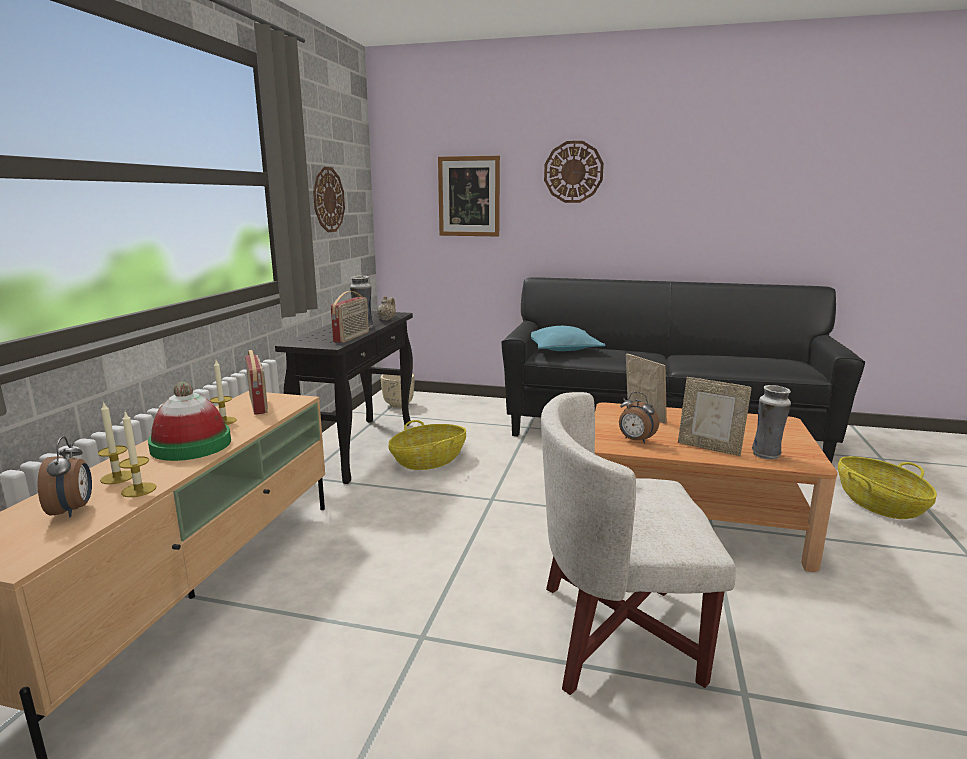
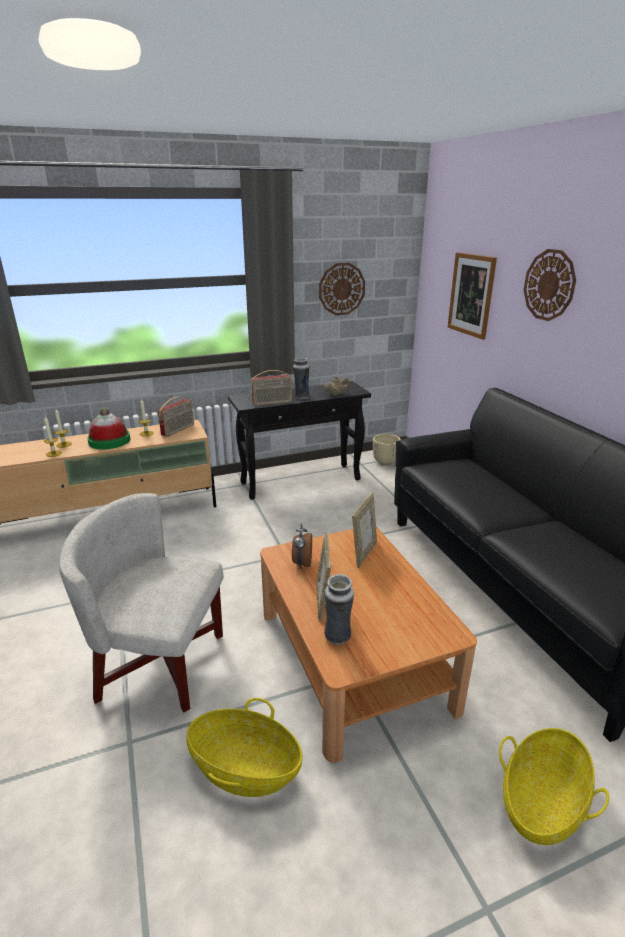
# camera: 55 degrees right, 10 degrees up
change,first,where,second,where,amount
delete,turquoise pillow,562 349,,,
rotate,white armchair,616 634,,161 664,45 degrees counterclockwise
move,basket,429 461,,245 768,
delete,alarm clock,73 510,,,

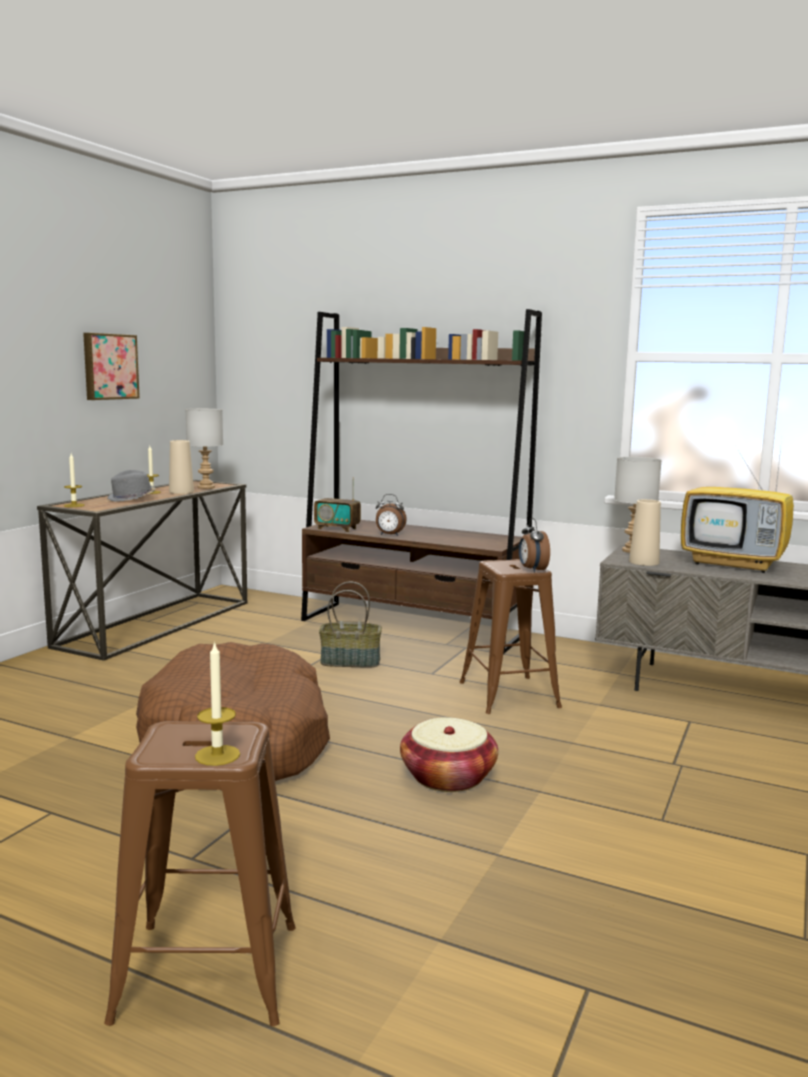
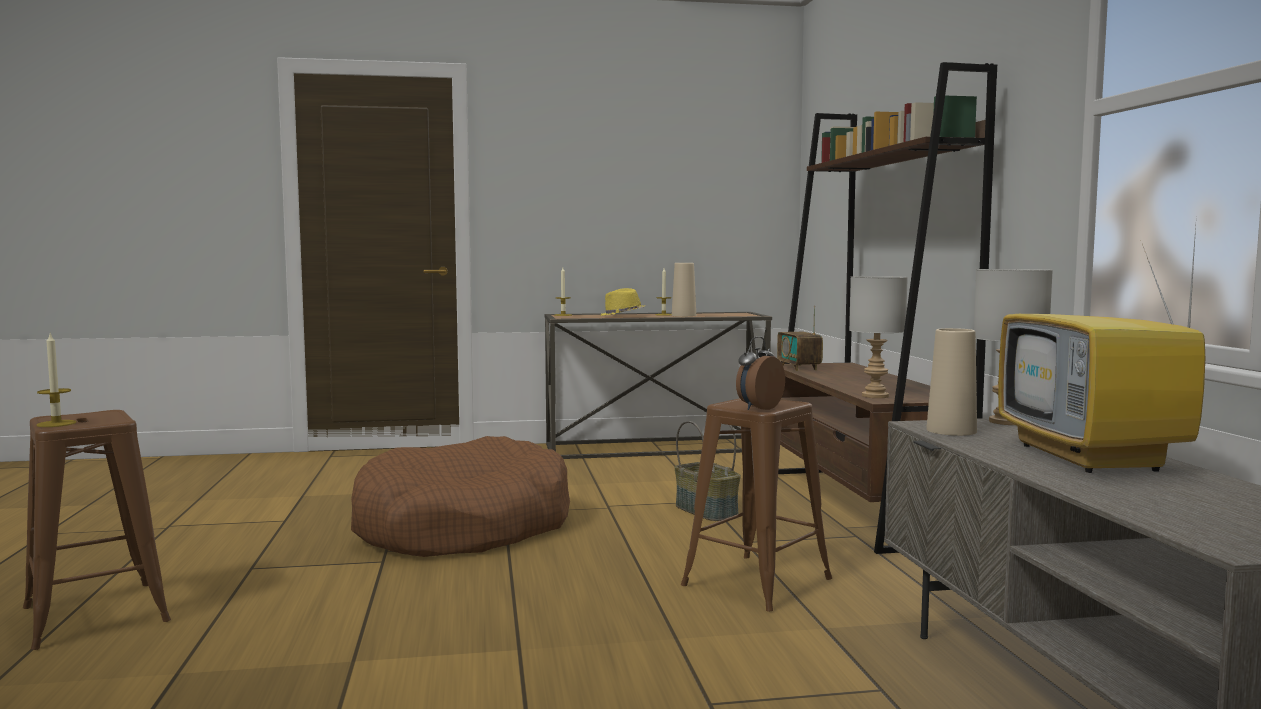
# camera: 55 degrees right, 5 degrees down
change,first,where,second,where,amount
delete,picture,109 366,,,
move,grey table lamp,206 487,,874 396,
recolor,grey hat,132 498,yellow hat,622 315,
delete,alarm clock,389 535,,,
delete,basket,448 777,,,

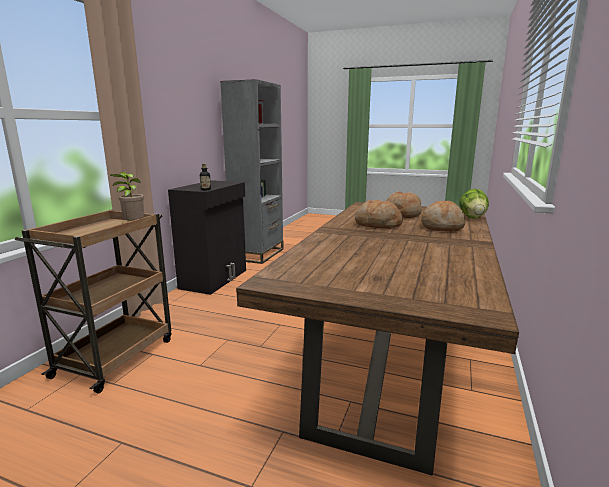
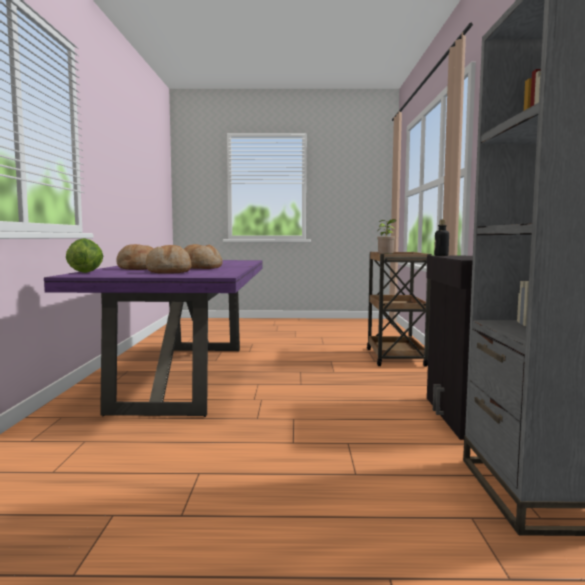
# camera: 160 degrees right, 10 degrees down
change,first,where,second,where,amount
recolor,brown dining table,391 360,purple dining table,185 376,

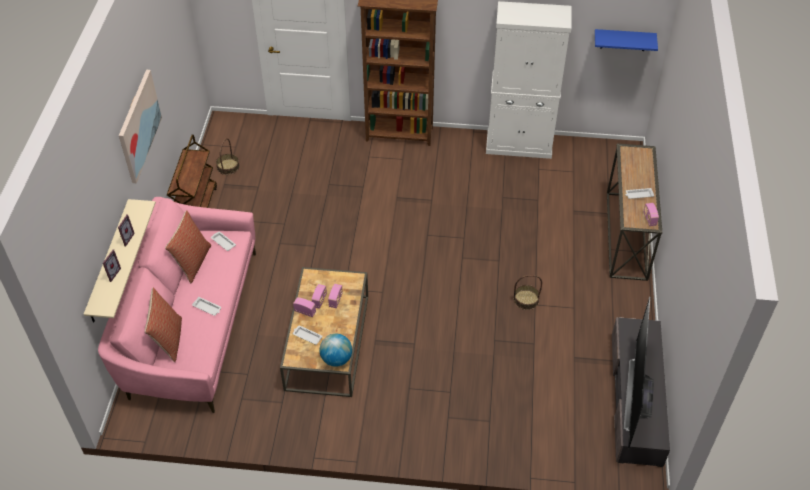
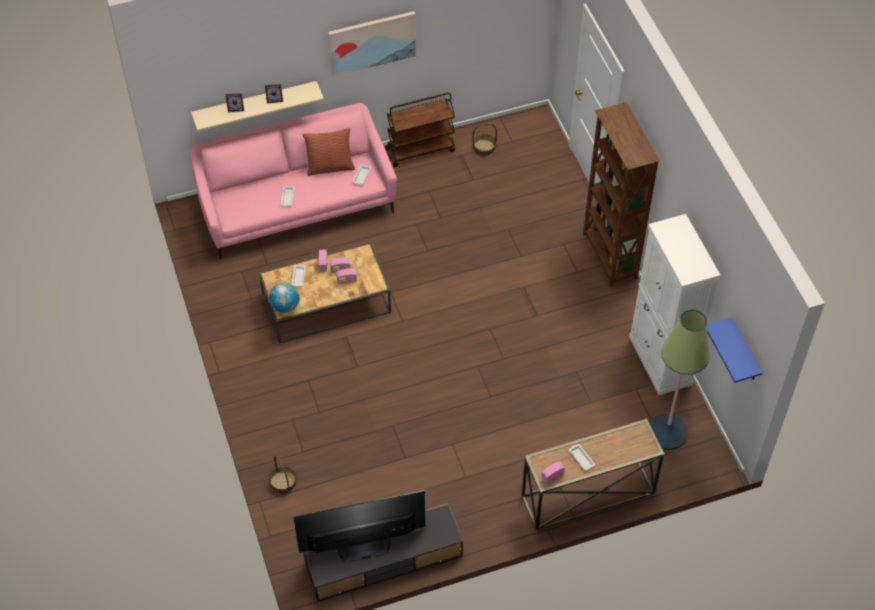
# camera: 65 degrees right, 5 degrees up
change,first,where,second,where,amount
move,basket,526 300,,283 482,
delete,pillow,168 340,,,
insert,,,floor lamp,667 432,

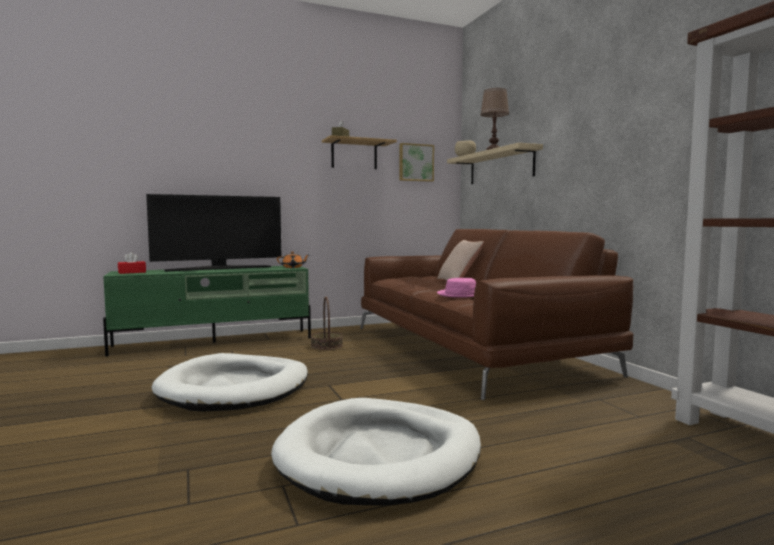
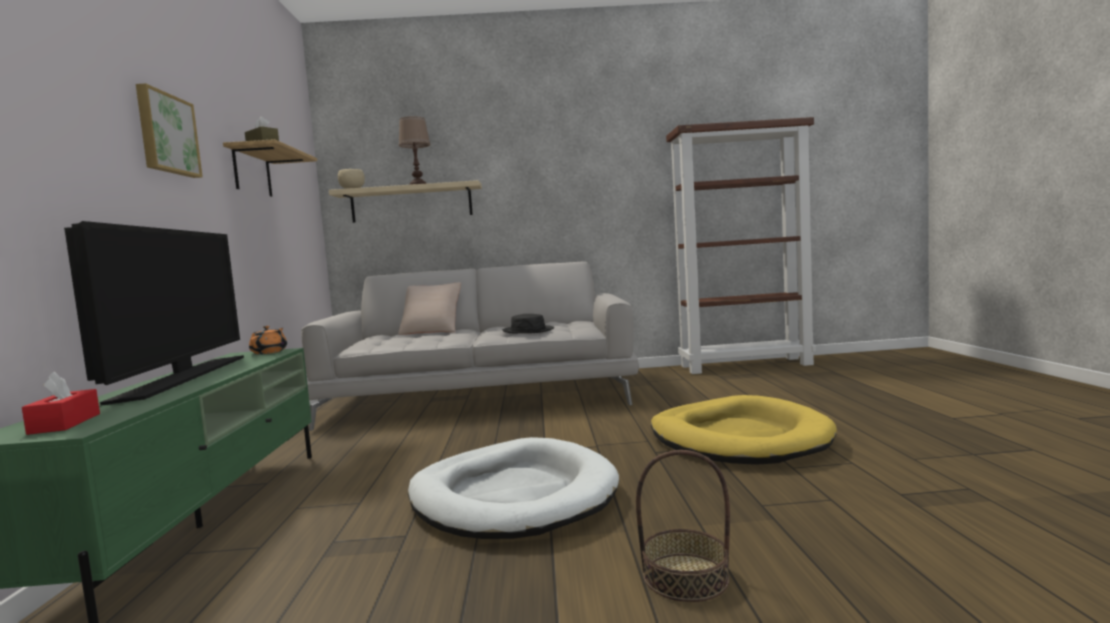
# camera: 70 degrees left, 0 degrees up
change,first,where,second,where,amount
move,picture,416 162,,166 134,
recolor,brown sofa,471 349,grey sofa,483 396,
recolor,pink hat,461 294,black hat,528 330,
move,basket,326 346,,685 577,
recolor,white dog bed,380 456,yellow dog bed,738 438,

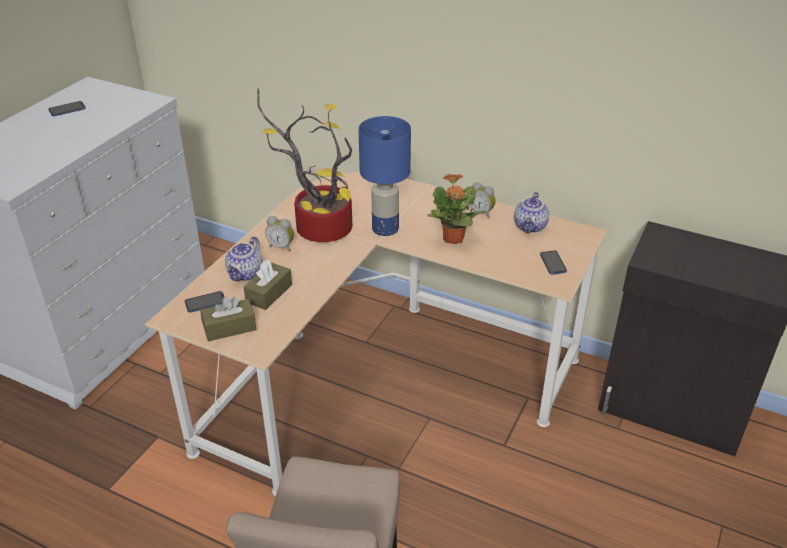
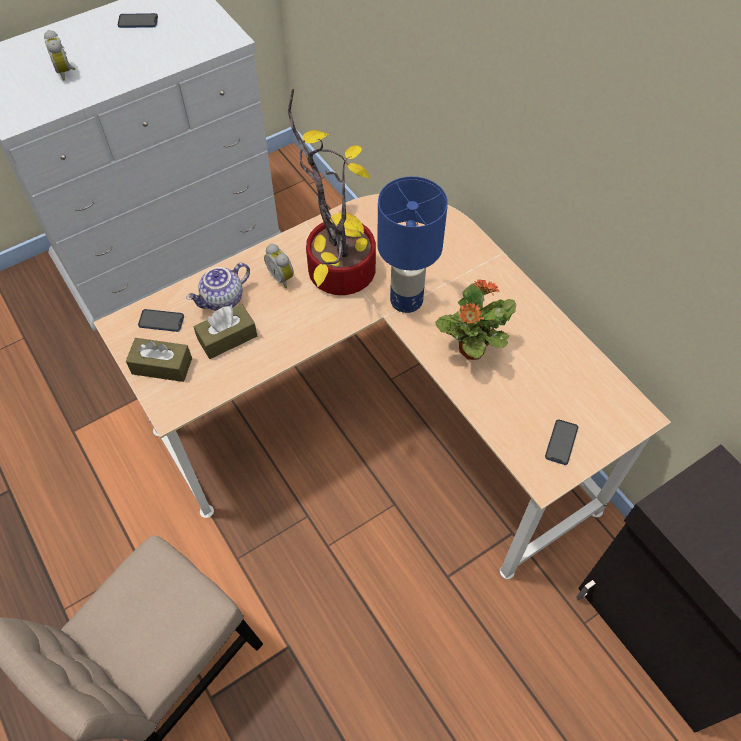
# camera: 30 degrees right, 20 degrees up
change,first,where,second,where,amount
move,alarm clock,481 212,,66 72,
delete,teapot,531 227,,,

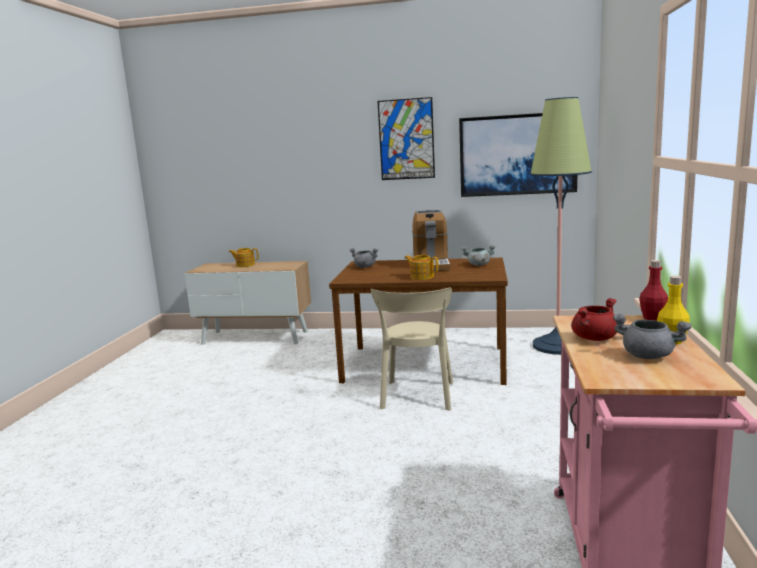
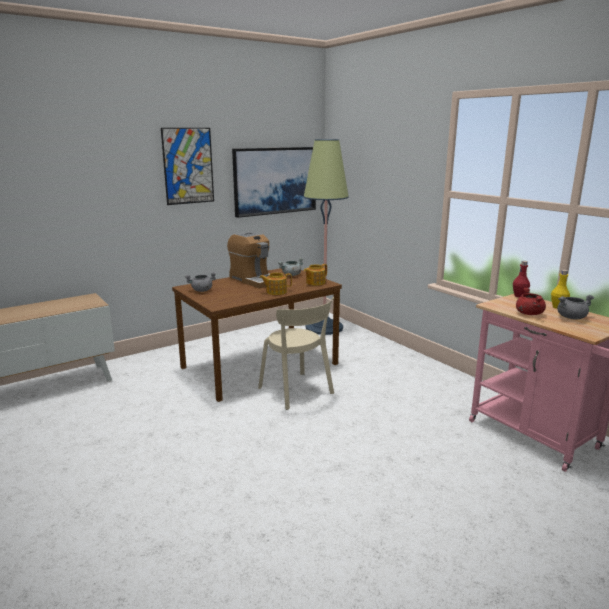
# camera: 45 degrees left, 5 degrees up
change,first,where,second,where,amount
move,teapot,245 265,,315 283,

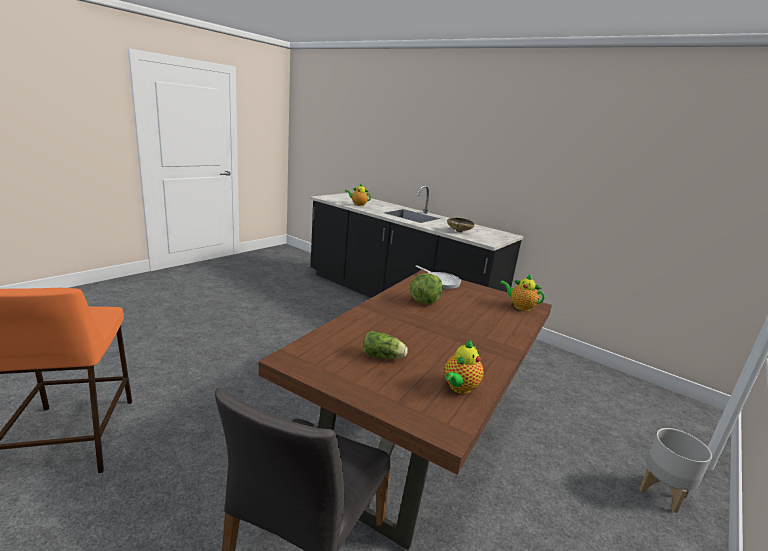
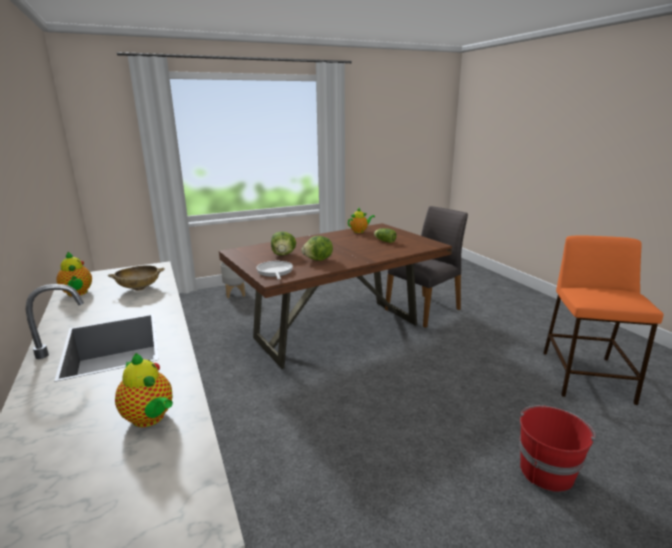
# camera: 150 degrees left, 0 degrees up
change,first,where,second,where,amount
move,teapot,520 307,,77 293,
insert,,,lettuce,283 254,
insert,,,red bucket,546 470,

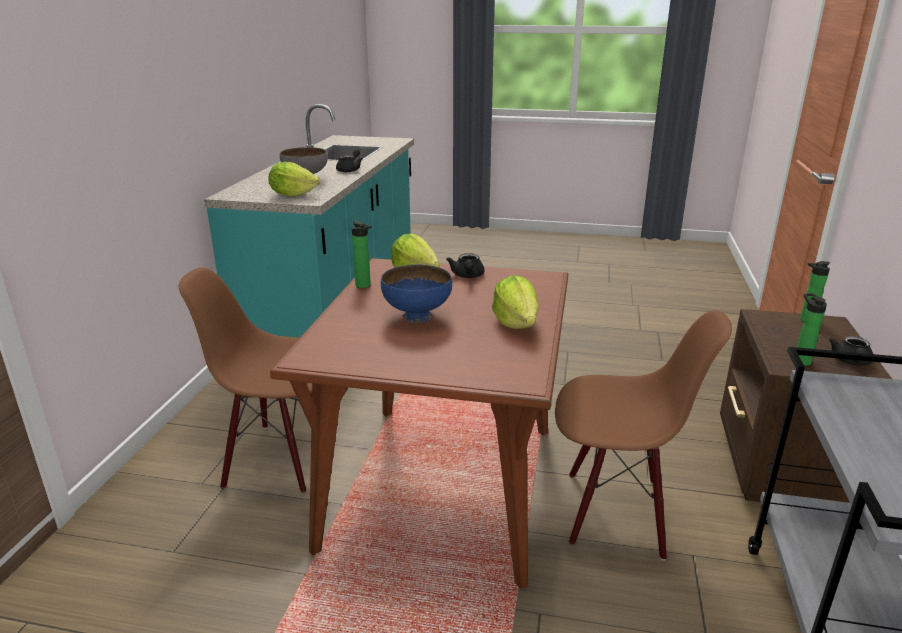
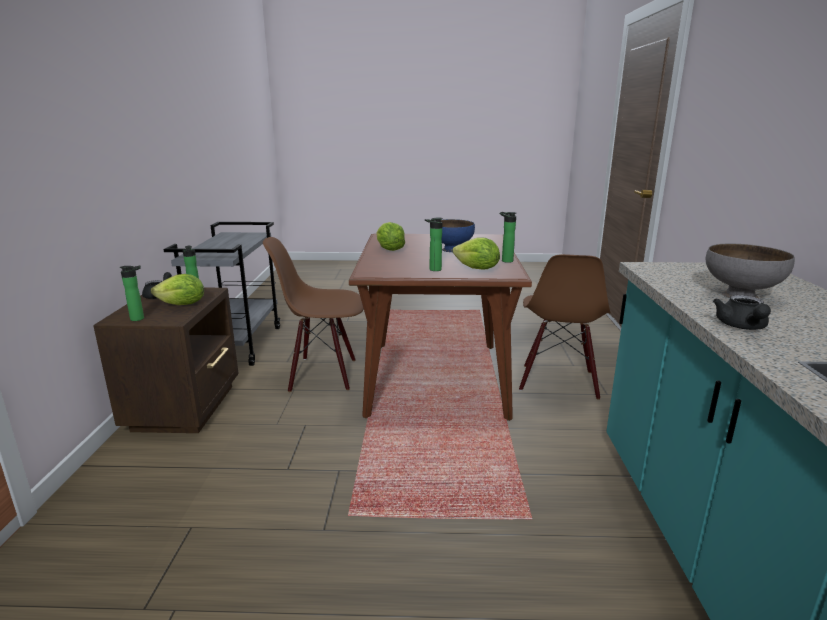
# camera: 170 degrees right, 5 degrees down
change,first,where,second,where,amount
move,lettuce,293 194,,182 305,
replace,black teapot,467 276,bottle,433 270,
rotate,brown chair,280 458,,558 381,105 degrees clockwise

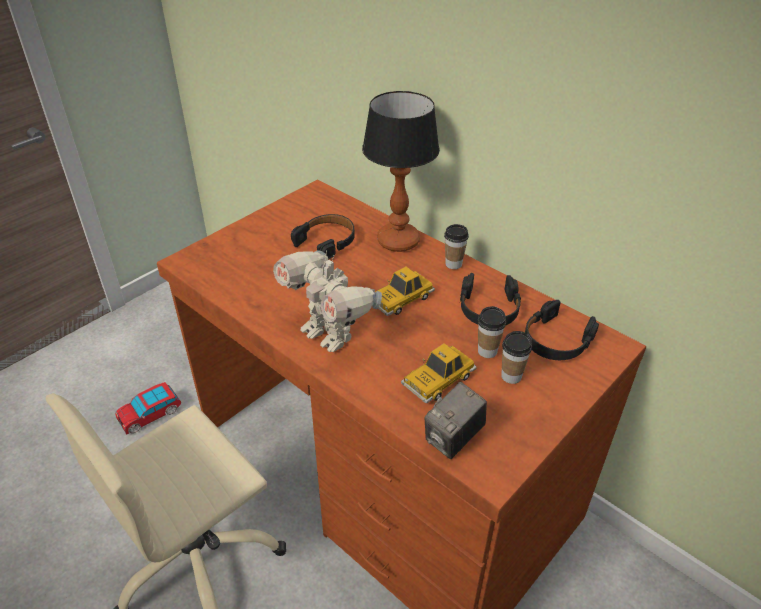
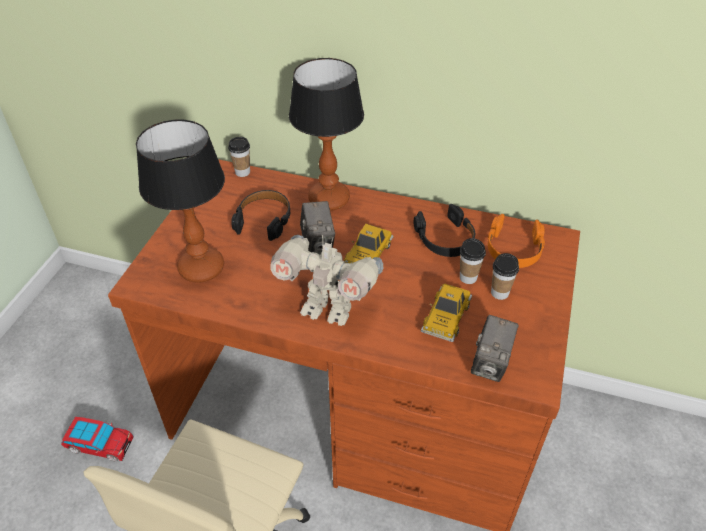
# camera: 25 degrees left, 5 degrees up
change,first,where,second,where,amount
move,cup,453 264,,242 172,
recolor,black headphones,556 340,orange headphones,513 249,
rotate,toy car,150 414,,99 444,105 degrees counterclockwise
insert,,,table lamp,202 268,
insert,,,photo camera,318 245,

